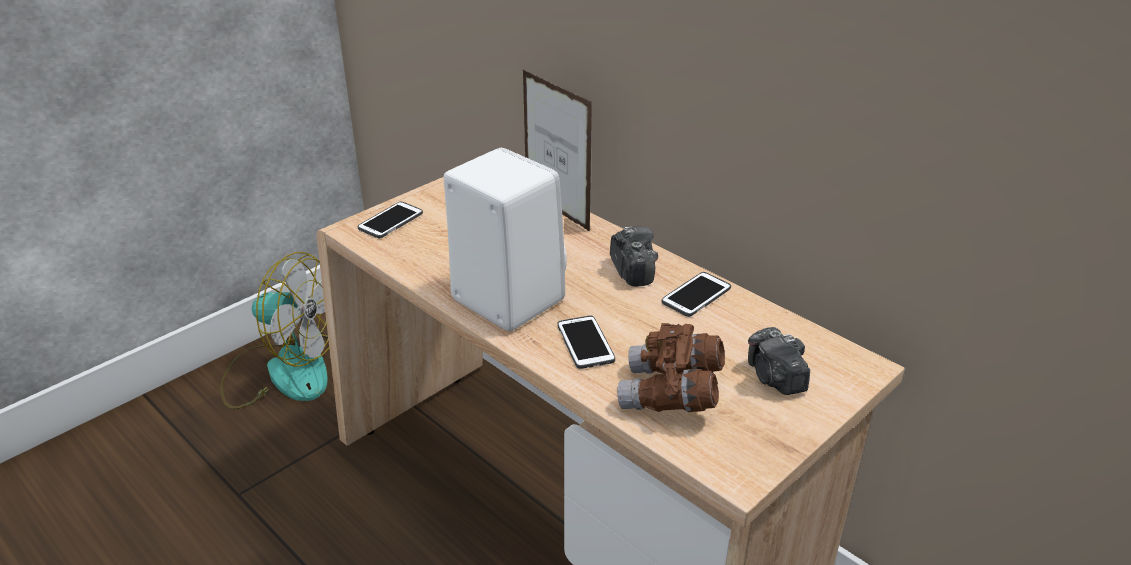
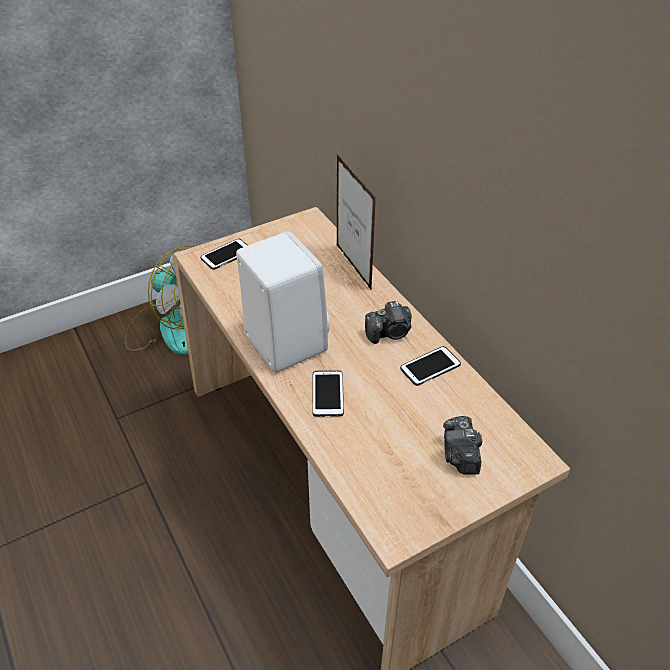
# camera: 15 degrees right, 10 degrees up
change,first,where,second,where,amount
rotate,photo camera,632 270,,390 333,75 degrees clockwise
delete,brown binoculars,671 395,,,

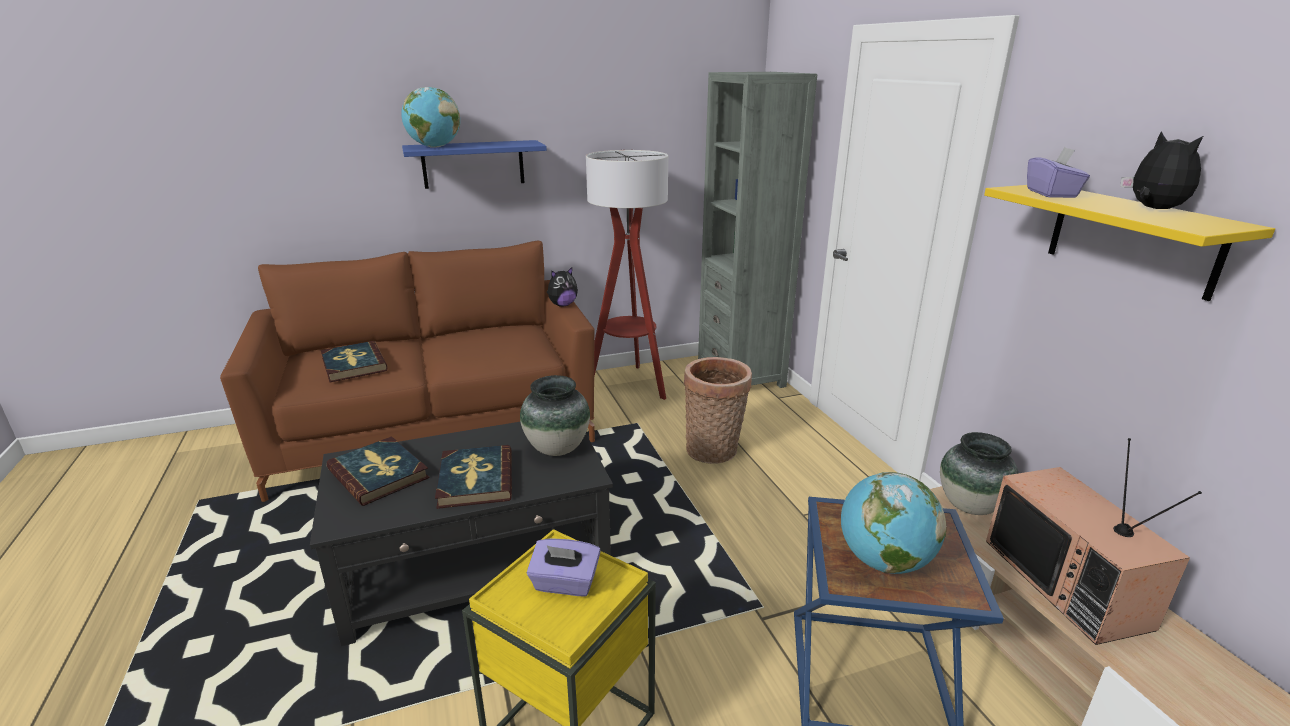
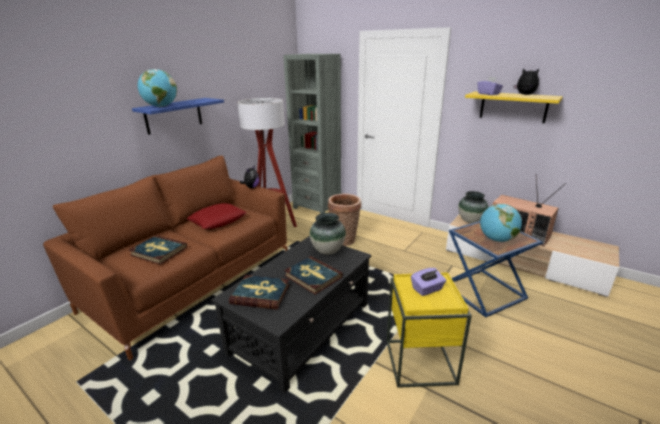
# camera: 35 degrees left, 0 degrees up
change,first,where,second,where,amount
insert,,,red pillow,218 220,

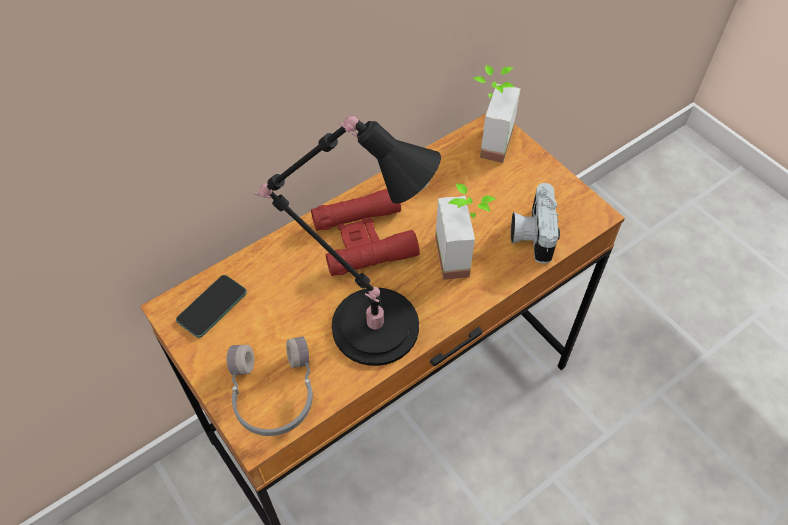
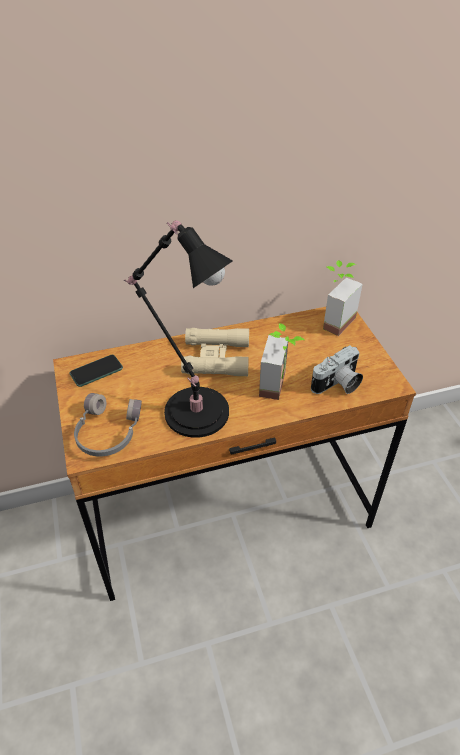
# camera: 20 degrees right, 10 degrees down
change,first,where,second,where,amount
rotate,photo camera,531 234,,337 384,150 degrees counterclockwise
recolor,red binoculars,364 239,beige binoculars,216 358,

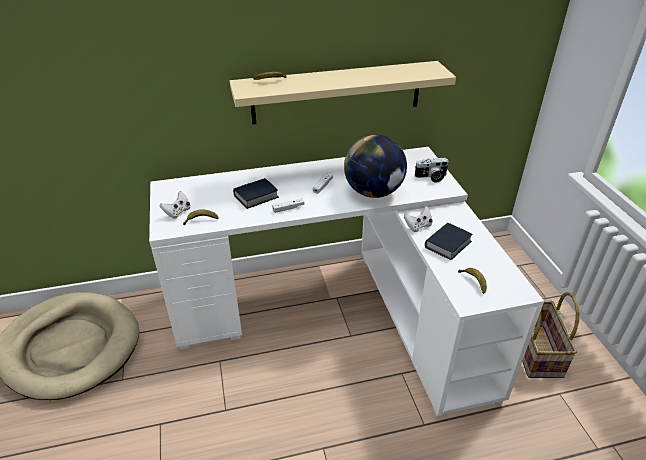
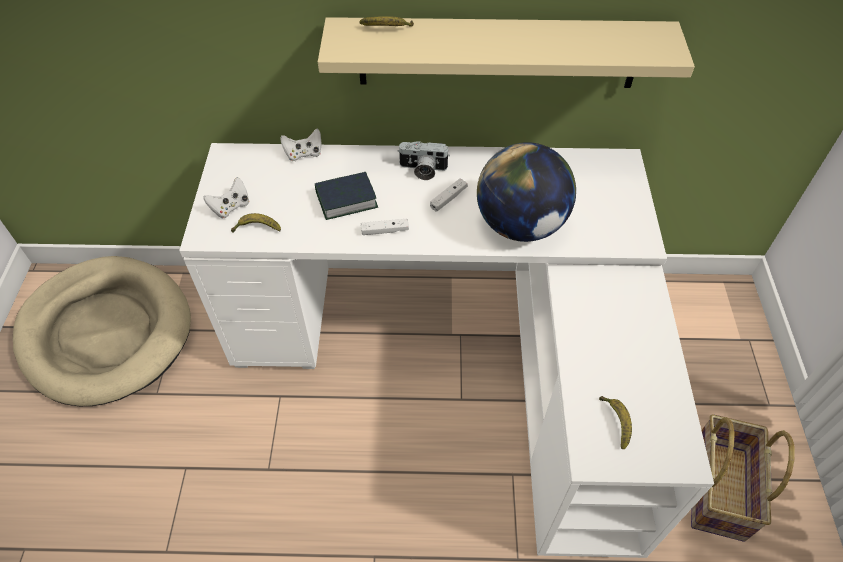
# camera: 15 degrees right, 15 degrees up
change,first,where,second,where,amount
move,photo camera,431 177,,422 170,
move,white game controller,418 226,,304 154,
delete,book,447 244,,,

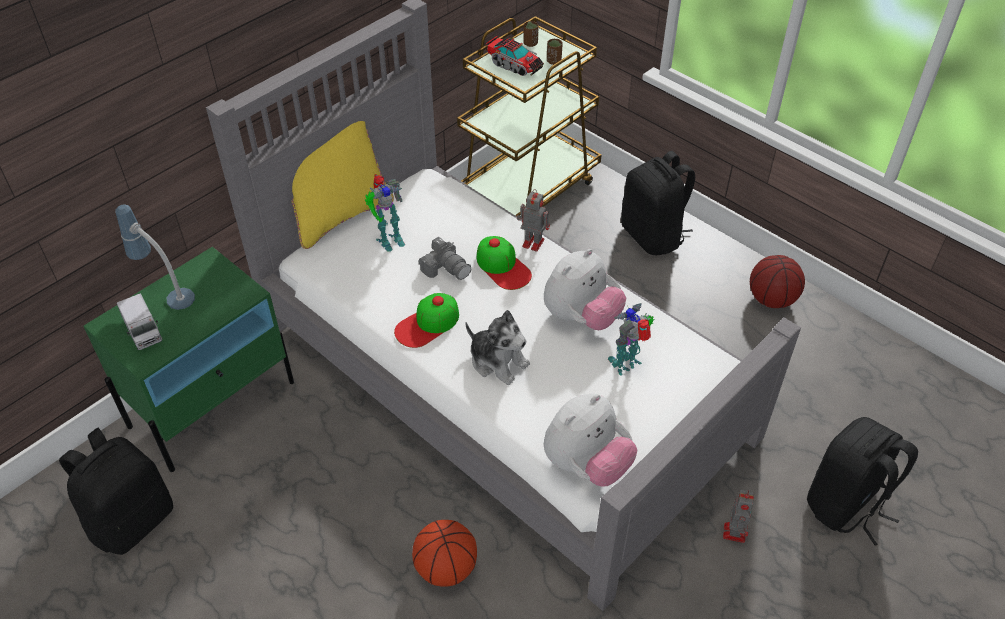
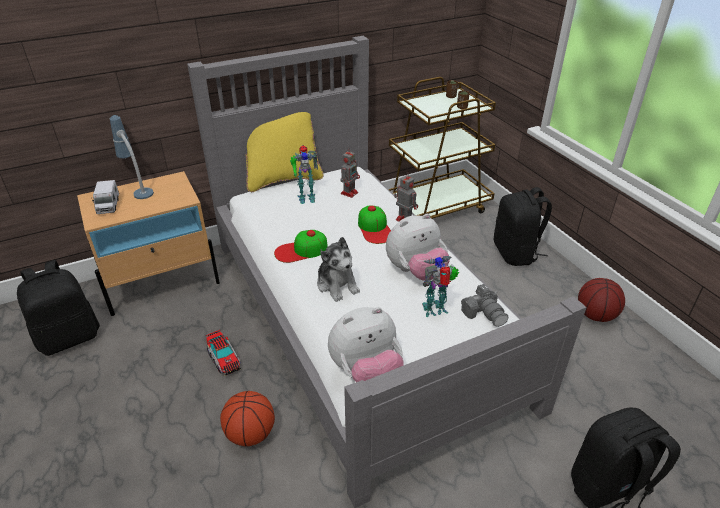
# camera: 20 degrees right, 10 degrees down
change,first,where,second,where,amount
move,toy truck,514 65,,223 359,
move,photo camera,446 268,,484 313,
recolor,green nightstand,213 404,beige nightstand,162 283,
move,toy robot,734 531,,349 192,

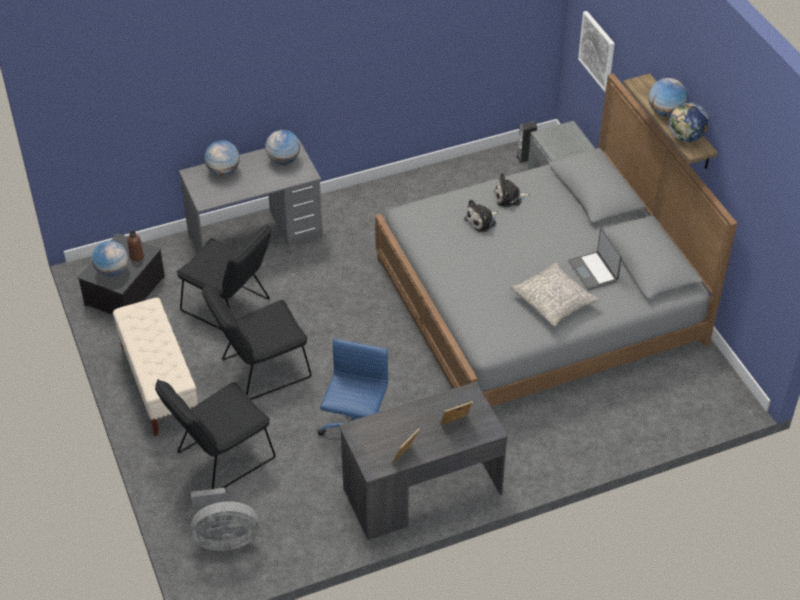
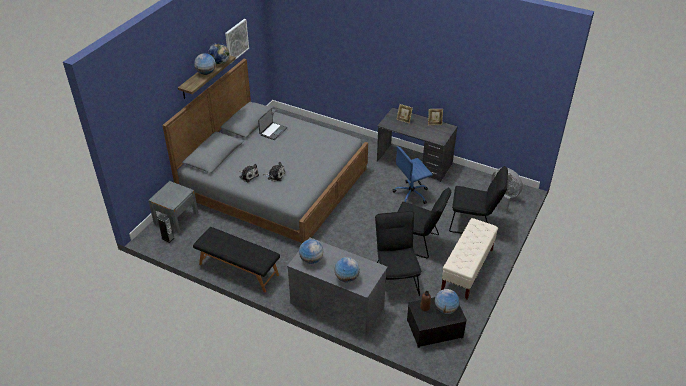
# camera: 130 degrees left, 5 degrees down
change,first,where,second,where,amount
move,picture,597 50,,236 40,
delete,grey pillow,553 301,,,
insert,,,black bench,238 270,

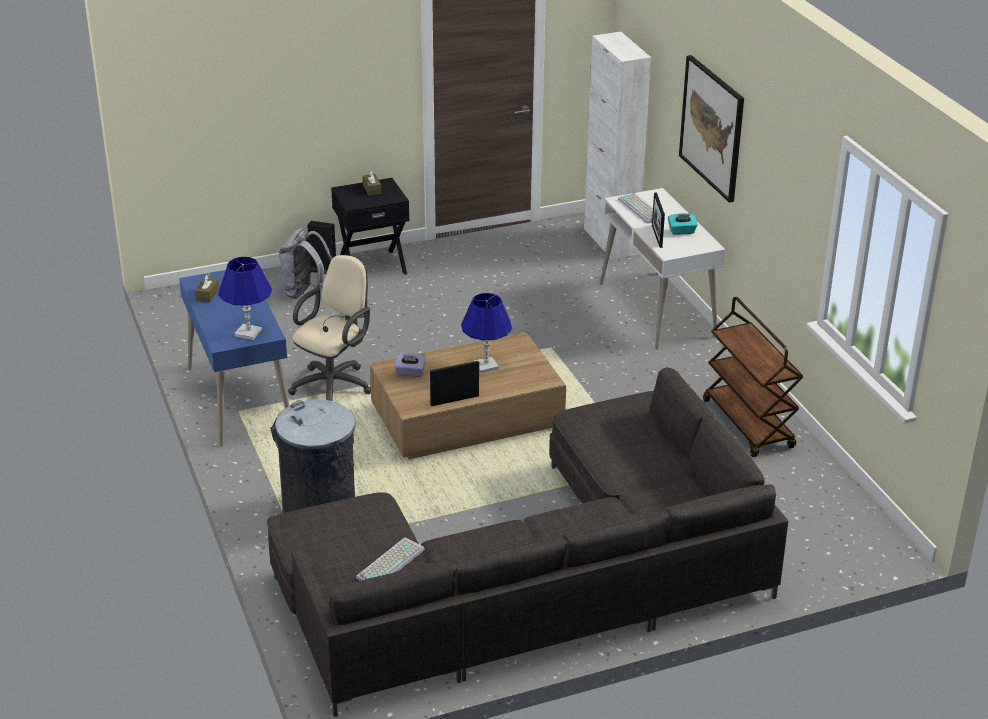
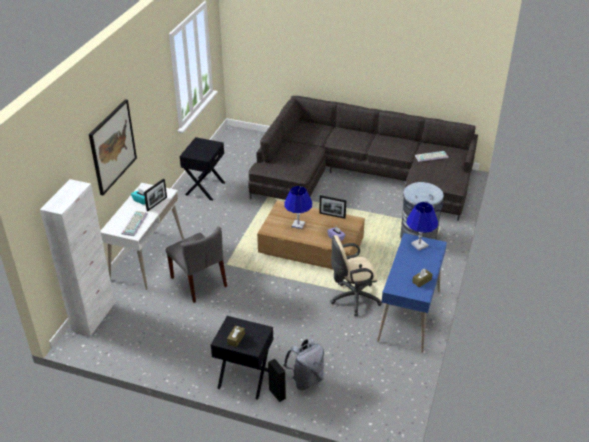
# camera: 140 degrees left, 5 degrees up
change,first,where,second,where,amount
replace,brown cart,748 424,black nightstand,204 188,
insert,,,grey chair,199 282,

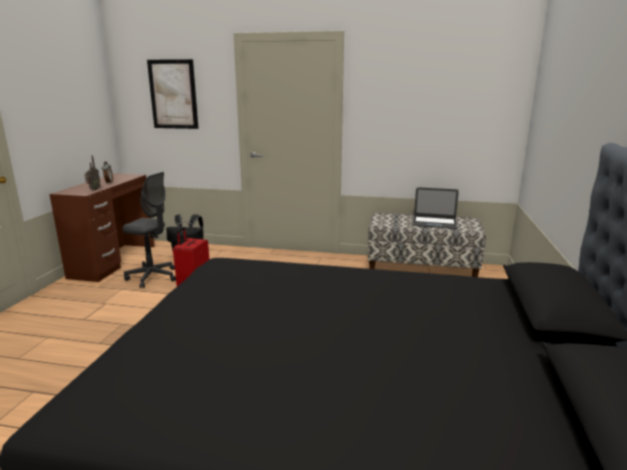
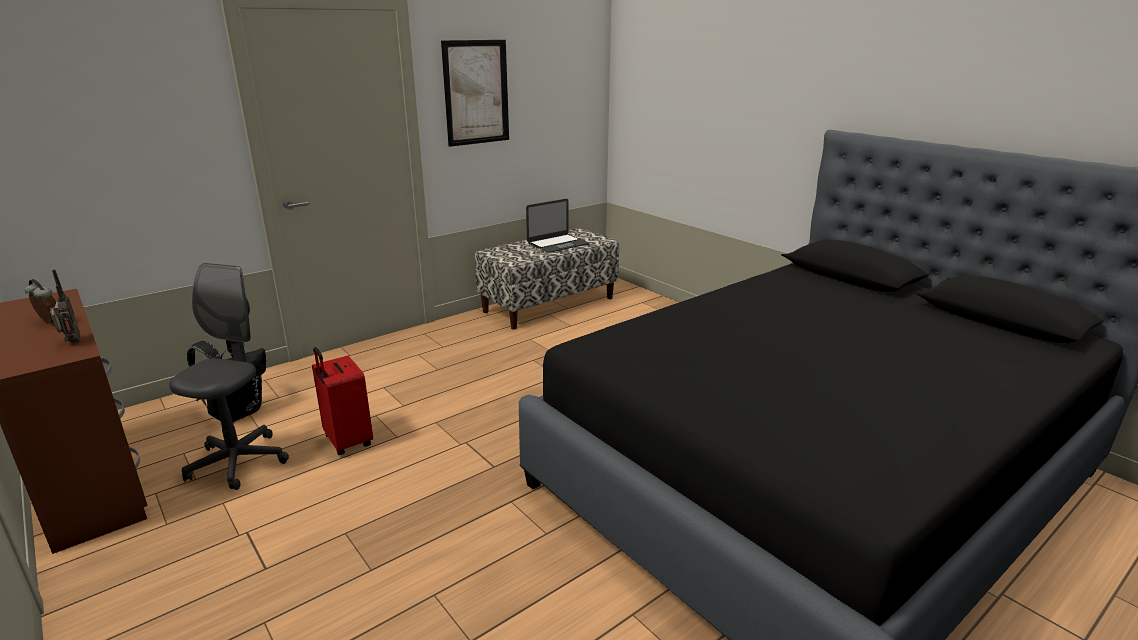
# camera: 50 degrees left, 5 degrees up
change,first,where,second,where,amount
move,picture,173 94,,476 92,
rotate,grey office chair,152 277,,238 462,45 degrees counterclockwise

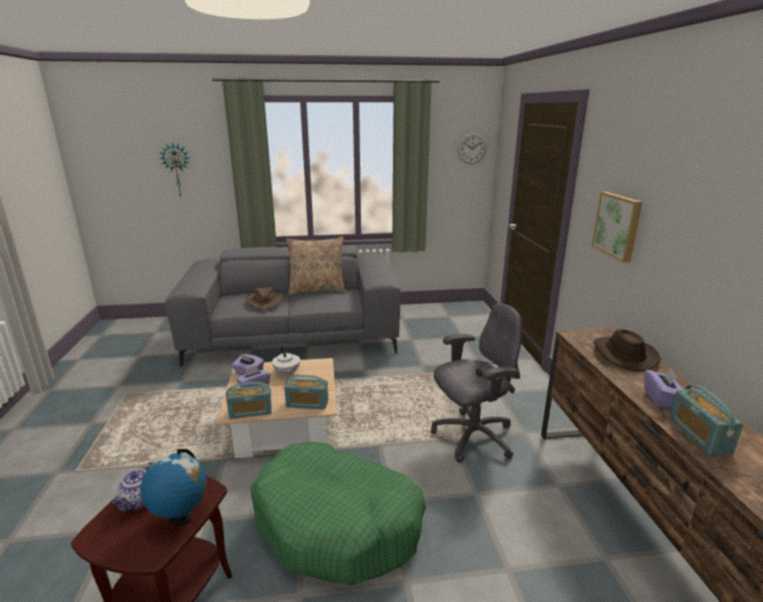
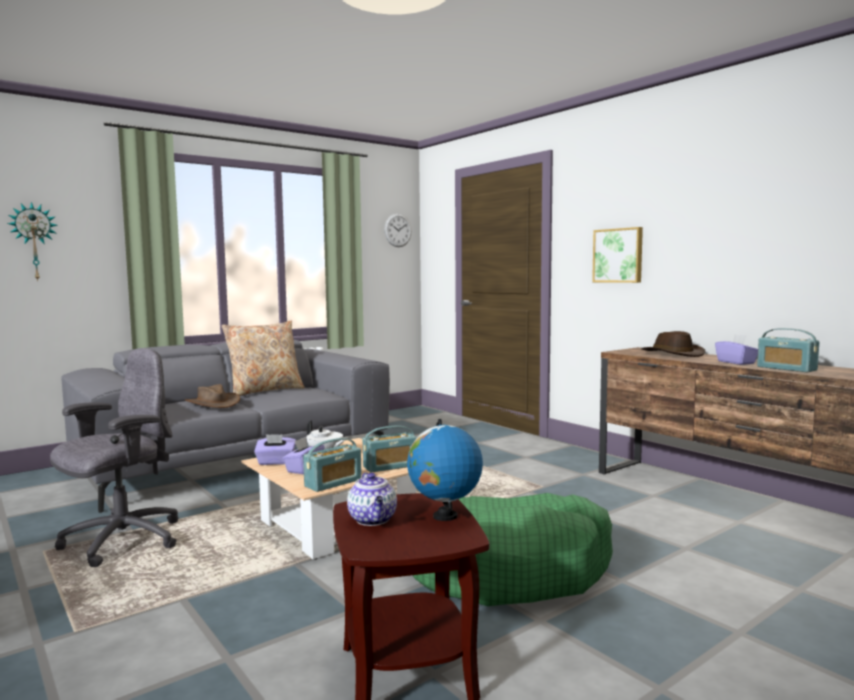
# camera: 30 degrees left, 15 degrees down
change,first,where,second,where,amount
move,grey office chair,472 437,,121 541,

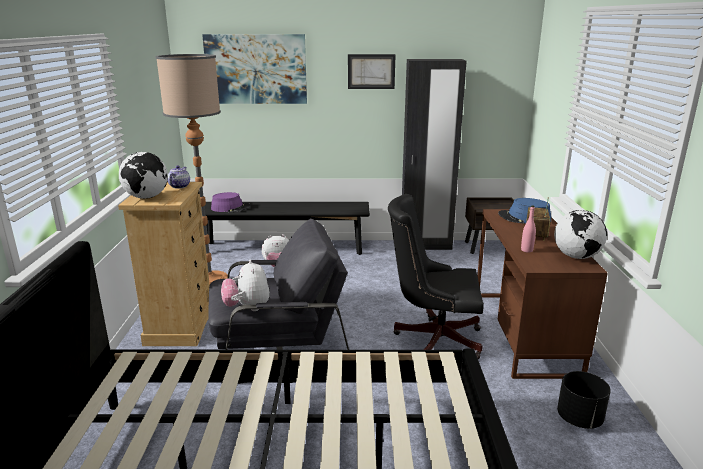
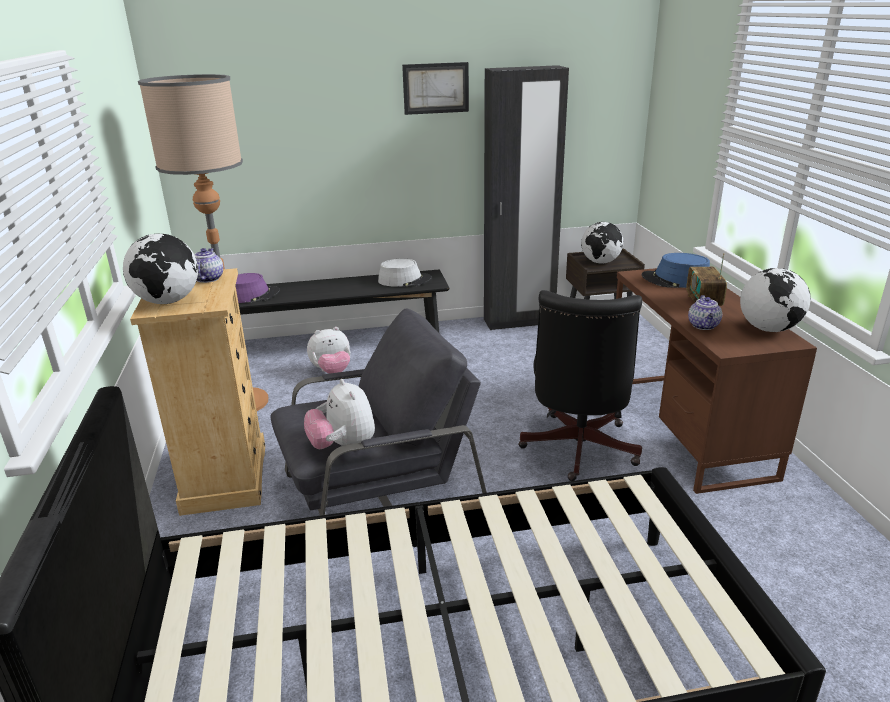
# camera: 10 degrees left, 5 degrees up
change,first,where,second,where,amount
delete,picture,256 69,,,
rotate,black office chair,433 338,,577 451,75 degrees counterclockwise
replace,pink bottle,526 250,teapot,704 326,
delete,black planter,579 419,,,
insert,,,globe,600 262,
insert,,,grey hat,404 280,

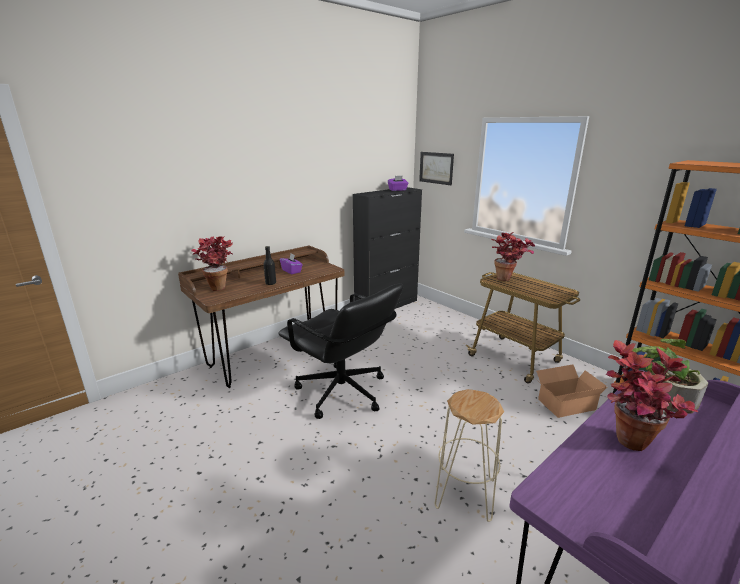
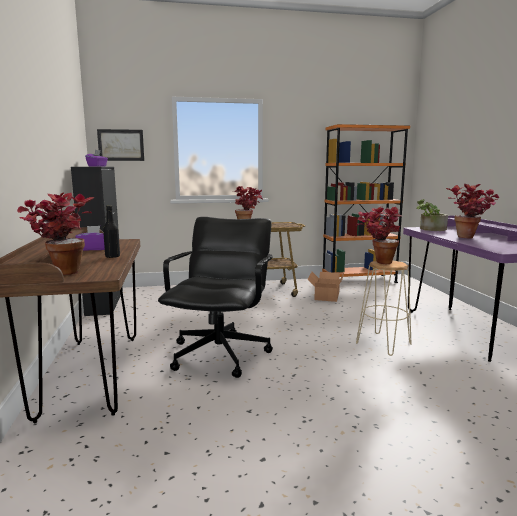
# camera: 60 degrees left, 10 degrees down
change,first,where,second,where,amount
rotate,black office chair,342 392,,221 354,60 degrees counterclockwise
insert,,,potted plant,377 262,

